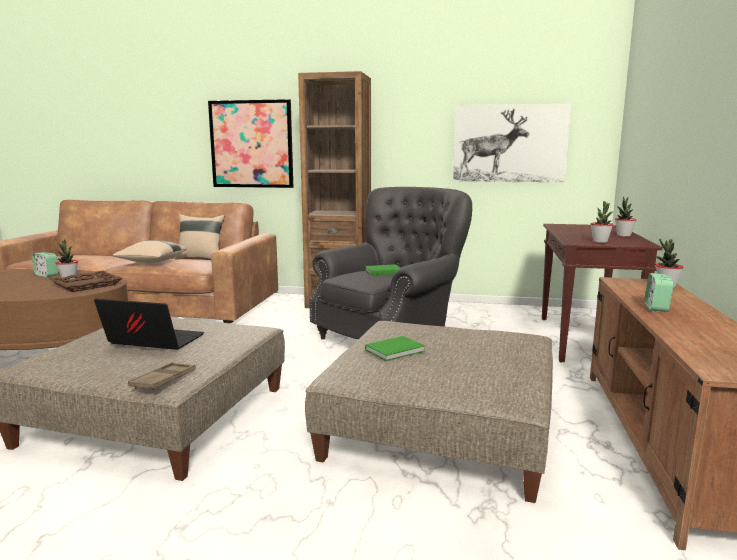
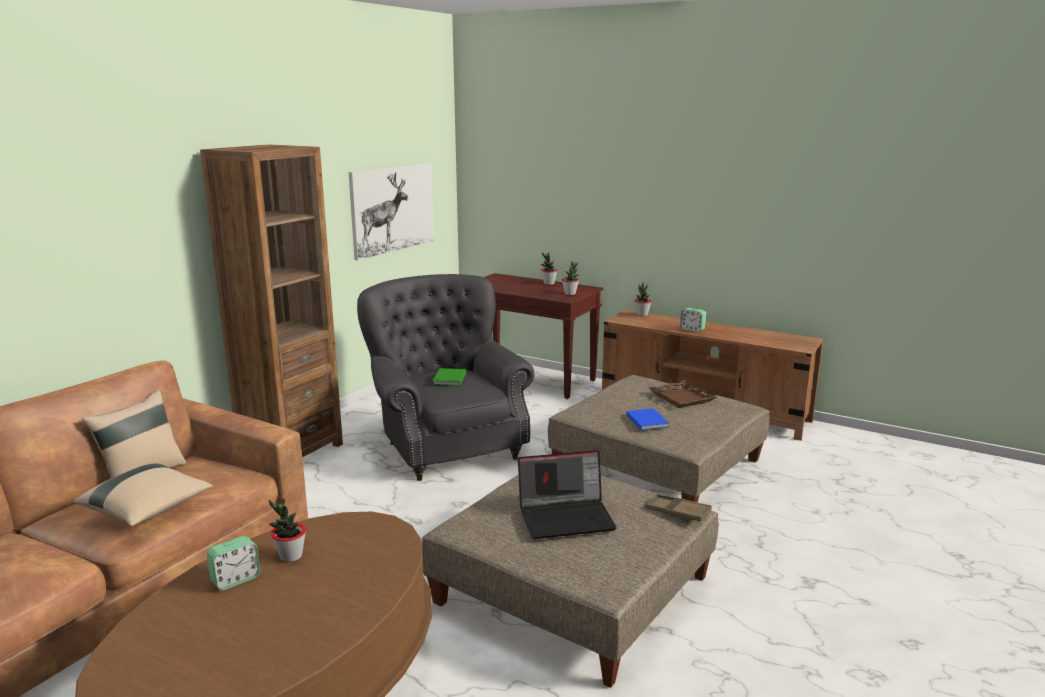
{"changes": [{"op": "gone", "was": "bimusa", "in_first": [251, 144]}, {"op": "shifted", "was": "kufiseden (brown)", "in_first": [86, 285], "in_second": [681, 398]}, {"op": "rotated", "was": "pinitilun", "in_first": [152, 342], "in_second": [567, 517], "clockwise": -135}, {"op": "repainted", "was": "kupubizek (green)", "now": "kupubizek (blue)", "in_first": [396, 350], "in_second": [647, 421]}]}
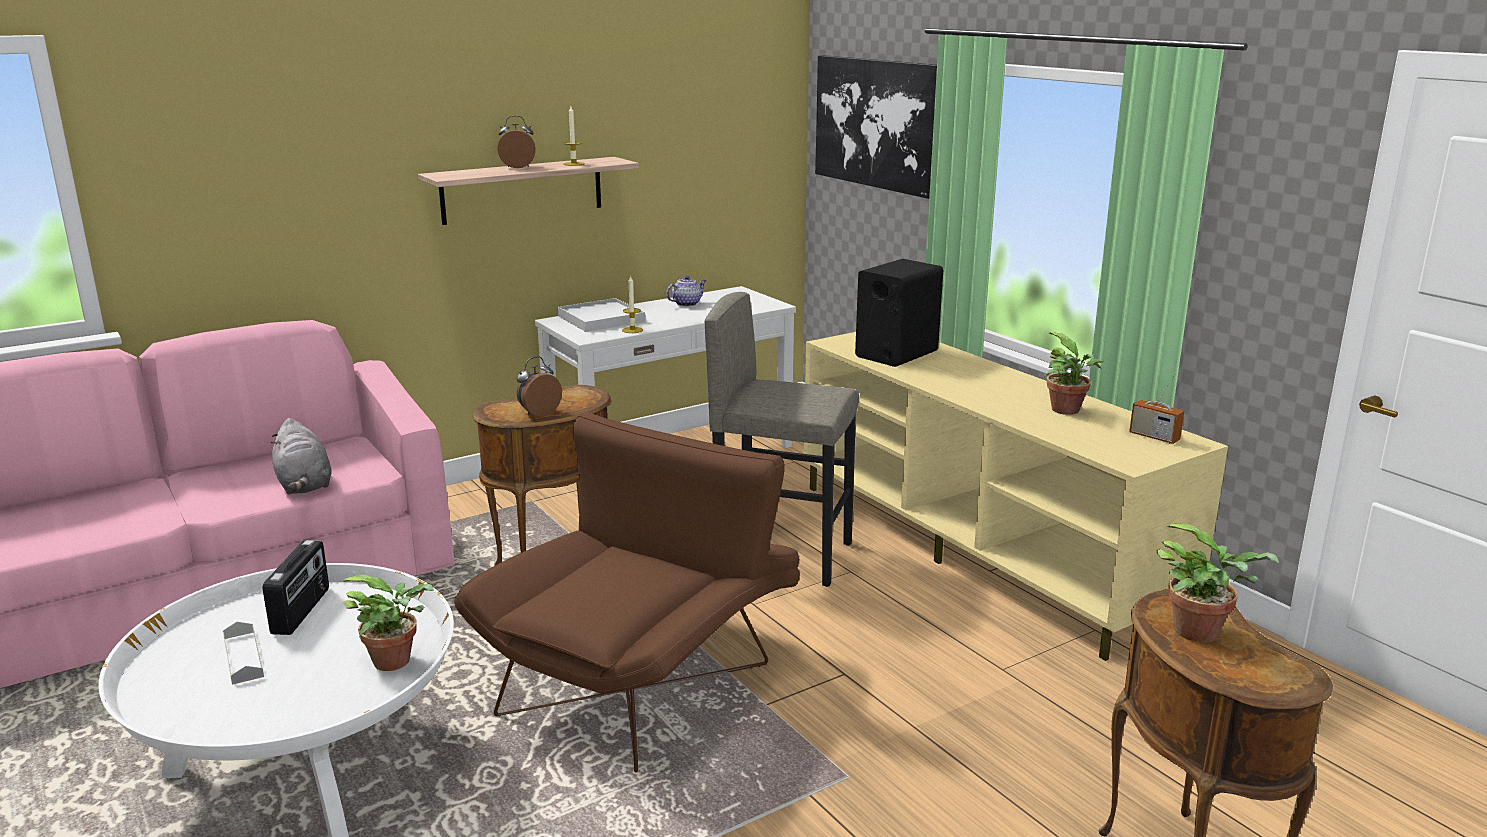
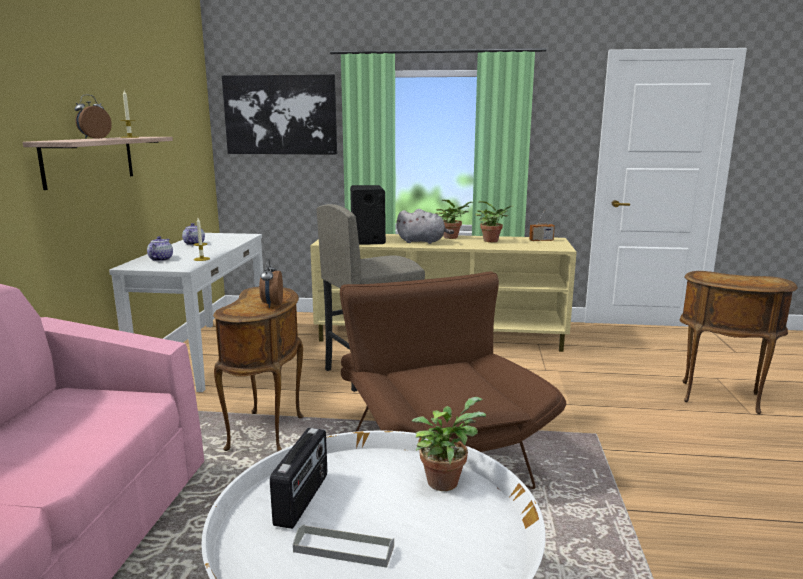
{"changes": [{"op": "swapped", "was": "kufiseden (white)", "now": "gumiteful", "in_first": [601, 319], "in_second": [161, 259]}, {"op": "shifted", "was": "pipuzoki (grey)", "in_first": [304, 485], "in_second": [423, 242]}, {"op": "shifted", "was": "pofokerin", "in_first": [1202, 632], "in_second": [452, 237]}, {"op": "rotated", "was": "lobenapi", "in_first": [302, 611], "in_second": [303, 499], "clockwise": 60}]}
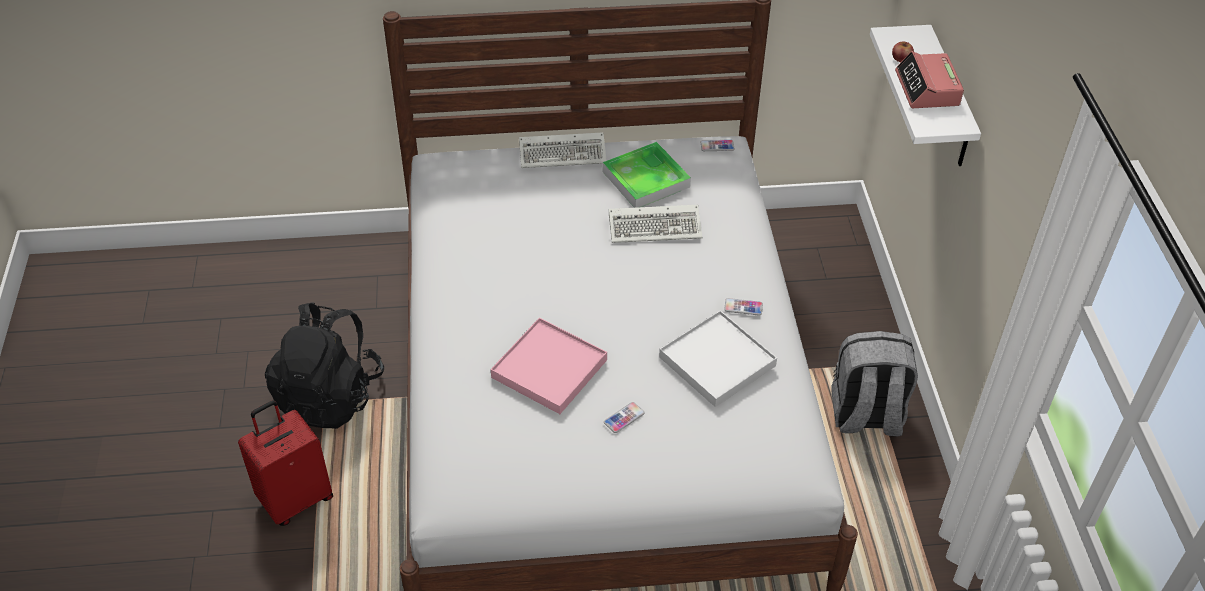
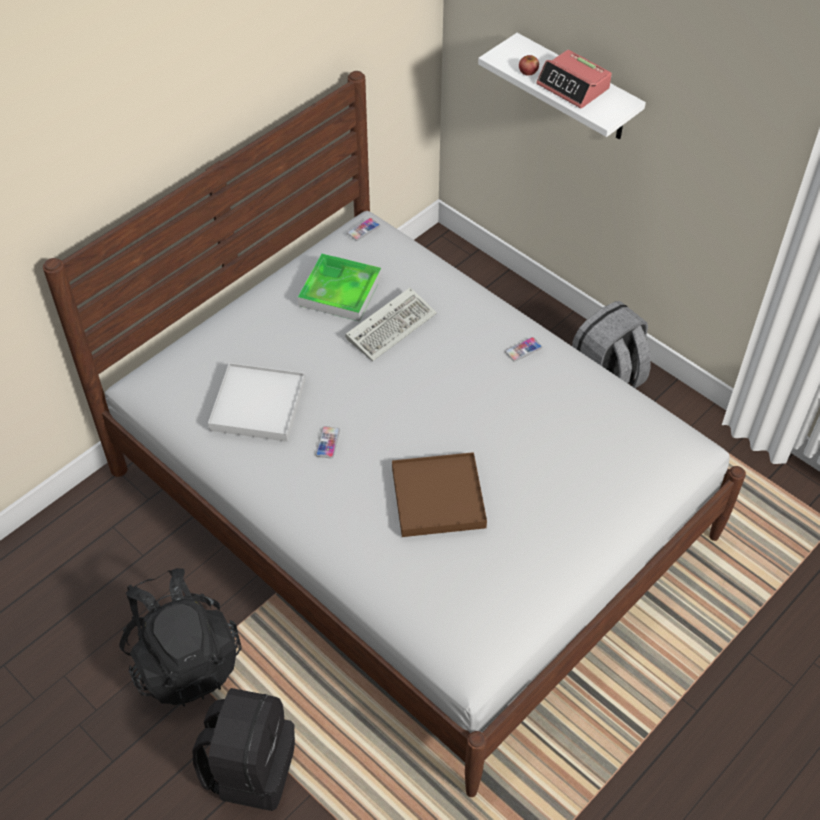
{"changes": [{"op": "gone", "was": "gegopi", "in_first": [564, 153]}, {"op": "shifted", "was": "kufiseden (white)", "in_first": [717, 361], "in_second": [258, 405]}, {"op": "repainted", "was": "kufiseden (pink)", "now": "kufiseden (brown)", "in_first": [549, 369], "in_second": [438, 497]}, {"op": "swapped", "was": "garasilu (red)", "now": "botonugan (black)", "in_first": [295, 499], "in_second": [250, 768]}, {"op": "shifted", "was": "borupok", "in_first": [624, 418], "in_second": [327, 442]}]}
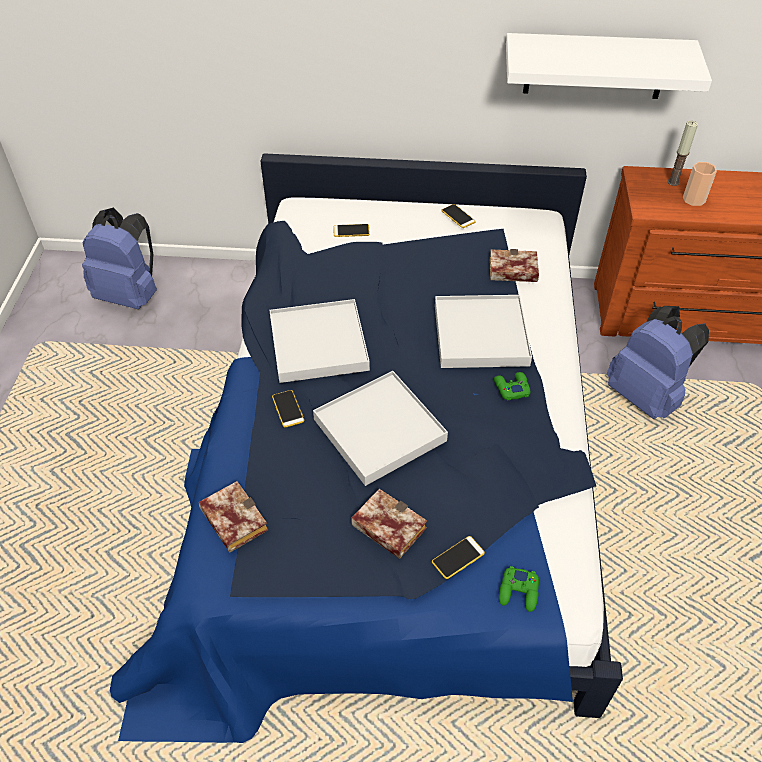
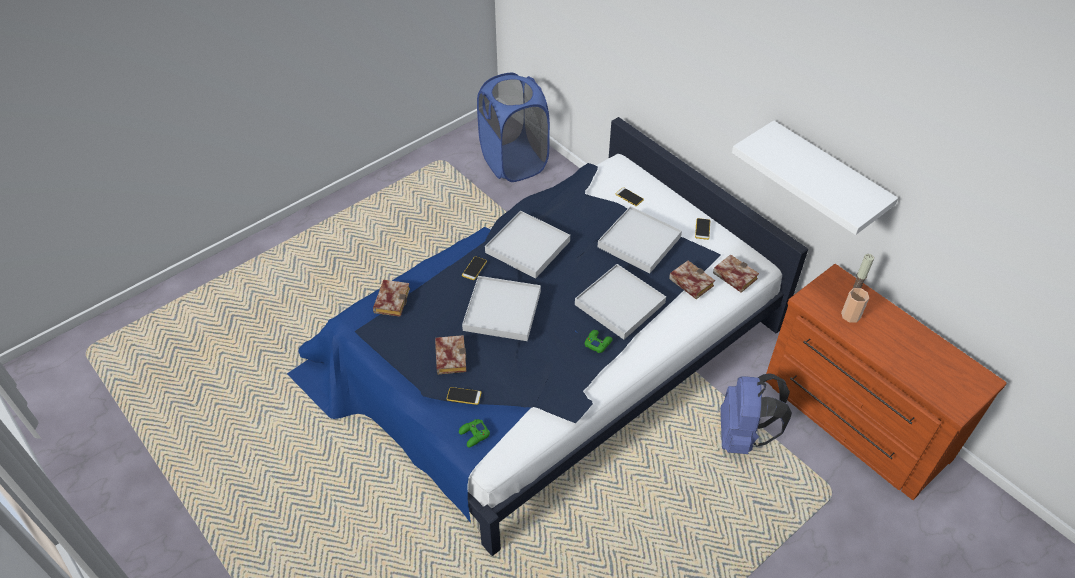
{"changes": [{"op": "swapped", "was": "botonugan (blue)", "now": "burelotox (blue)", "in_first": [131, 295], "in_second": [514, 162]}, {"op": "new", "now": "kufiseden (white)", "in_second": [639, 242]}, {"op": "new", "now": "kupubizek", "in_second": [732, 276]}]}
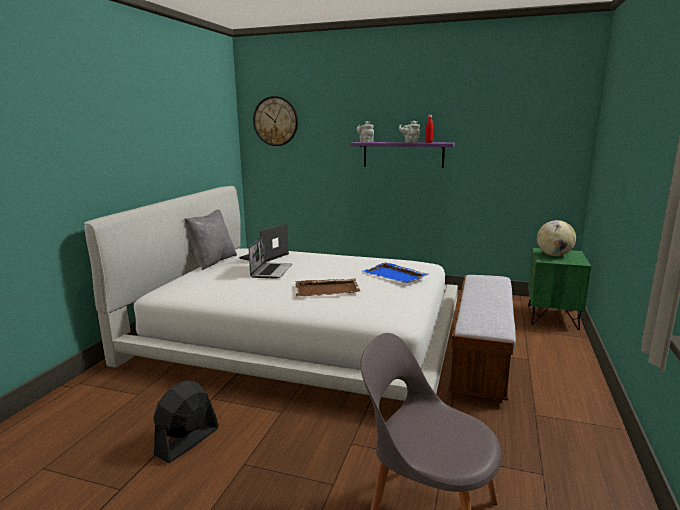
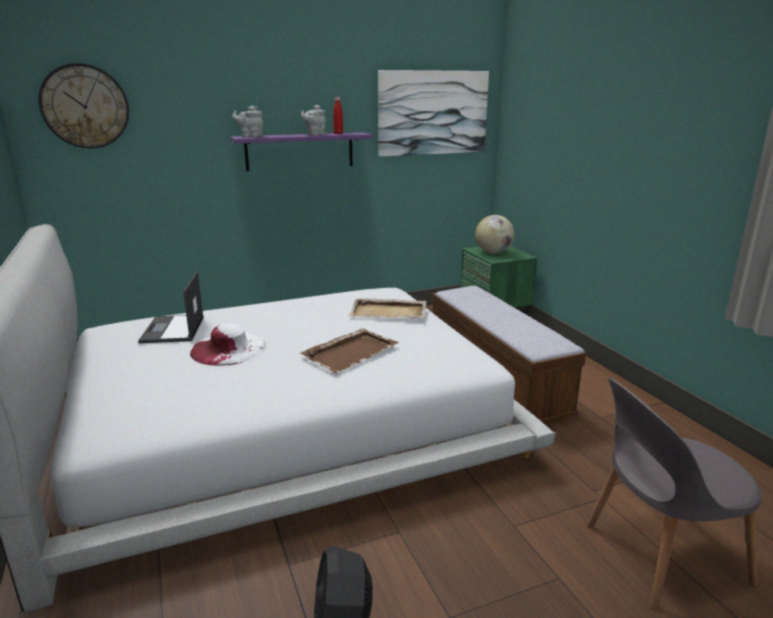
{"changes": [{"op": "gone", "was": "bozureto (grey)", "in_first": [212, 261]}, {"op": "swapped", "was": "pinitilun", "now": "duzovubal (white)", "in_first": [271, 271], "in_second": [228, 349]}, {"op": "repainted", "was": "kufiseden (blue)", "now": "kufiseden (beige)", "in_first": [395, 275], "in_second": [389, 312]}, {"op": "new", "now": "bimusa", "in_second": [433, 113]}]}
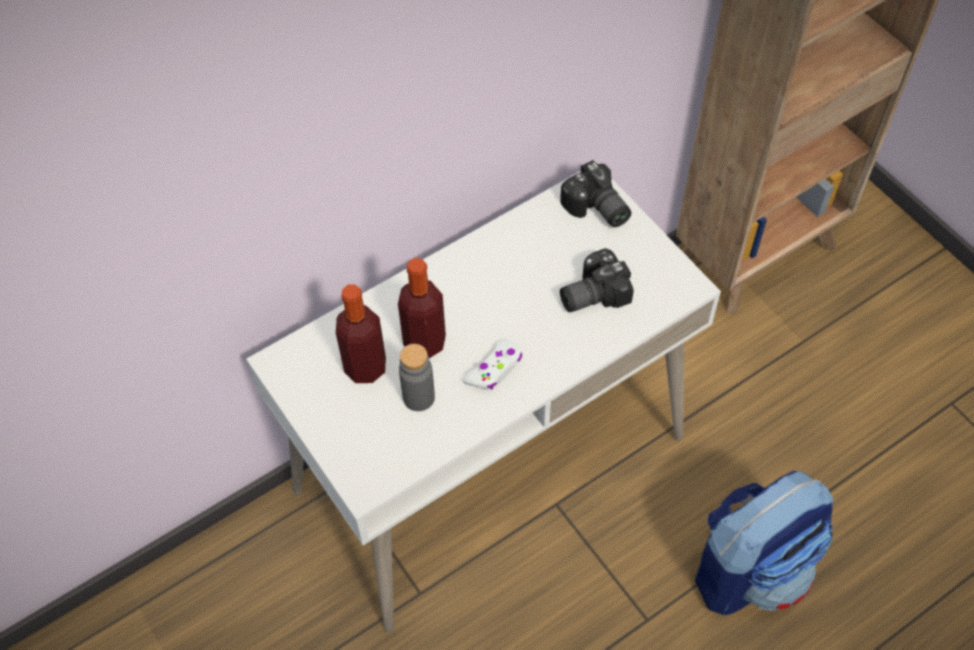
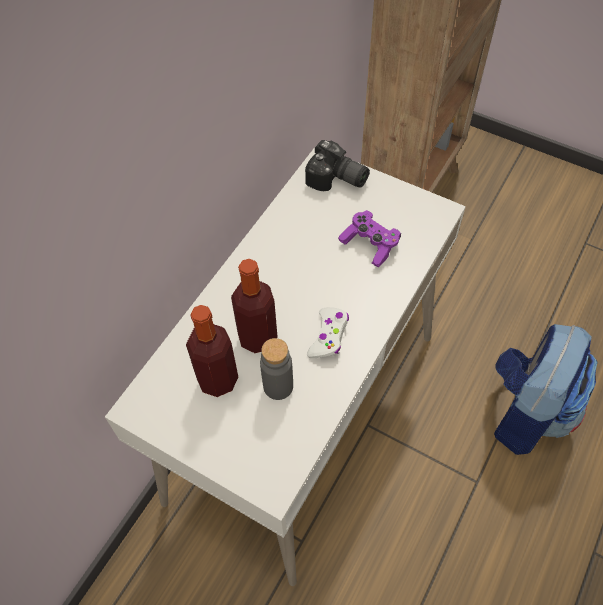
{"changes": [{"op": "swapped", "was": "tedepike", "now": "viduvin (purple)", "in_first": [591, 293], "in_second": [370, 244]}]}
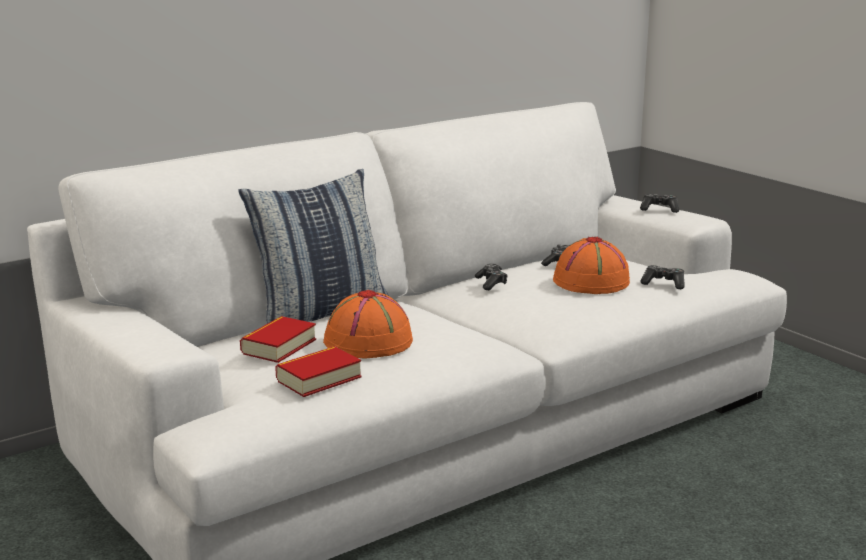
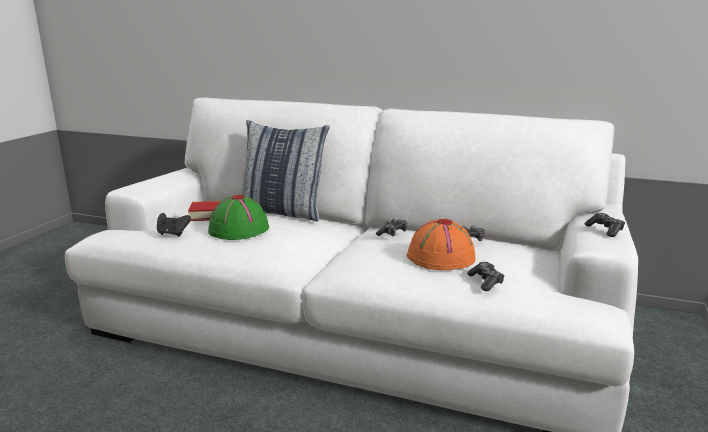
{"changes": [{"op": "repainted", "was": "duzovubal (orange)", "now": "duzovubal (green)", "in_first": [369, 342], "in_second": [238, 230]}, {"op": "swapped", "was": "kupubizek", "now": "viduvin (black)", "in_first": [319, 379], "in_second": [173, 234]}]}
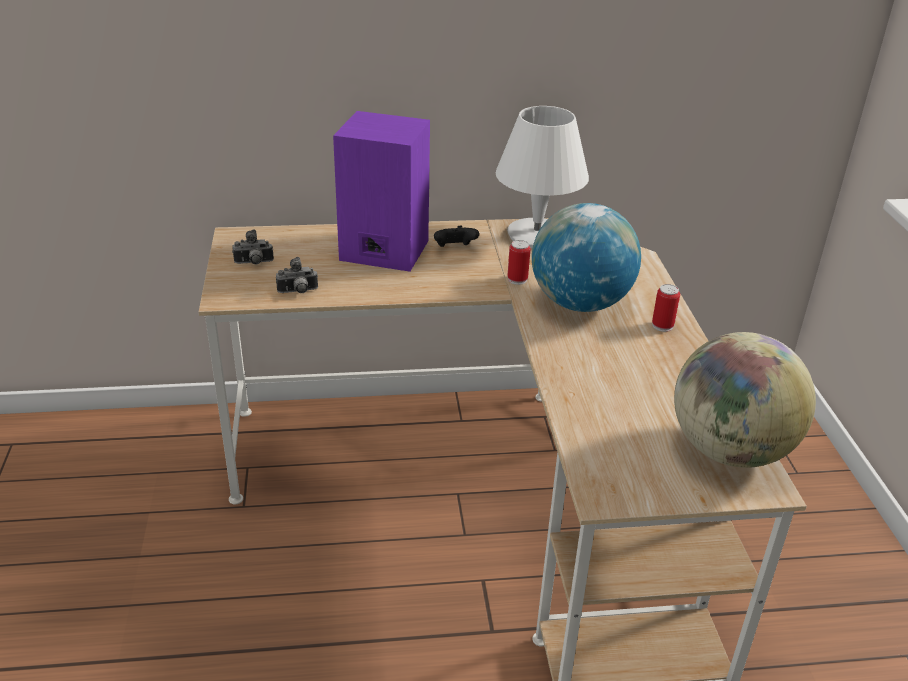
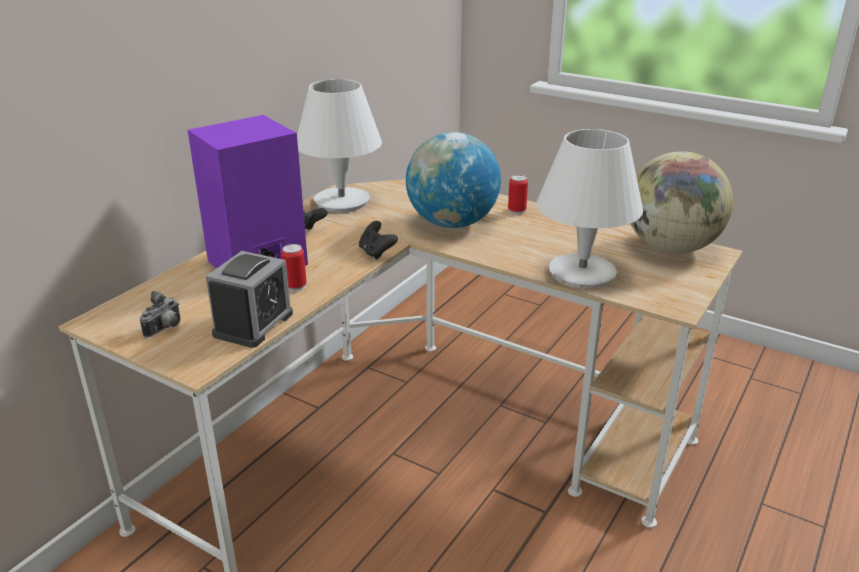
{"changes": [{"op": "shifted", "was": "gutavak", "in_first": [517, 279], "in_second": [295, 286]}, {"op": "swapped", "was": "tedepike", "now": "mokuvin", "in_first": [298, 292], "in_second": [253, 324]}, {"op": "new", "now": "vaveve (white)", "in_second": [582, 273]}, {"op": "new", "now": "viduvin (black)", "in_second": [376, 253]}]}
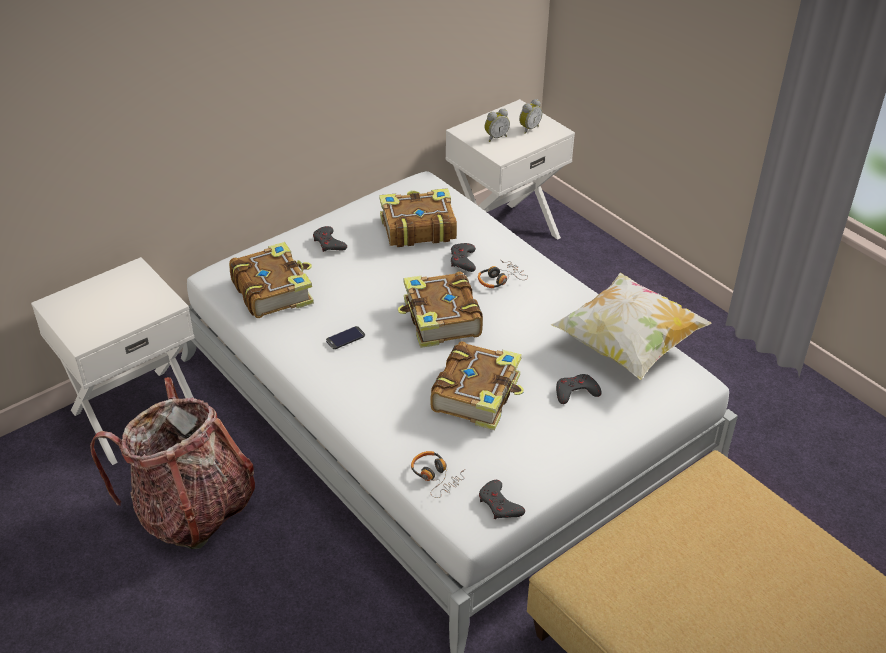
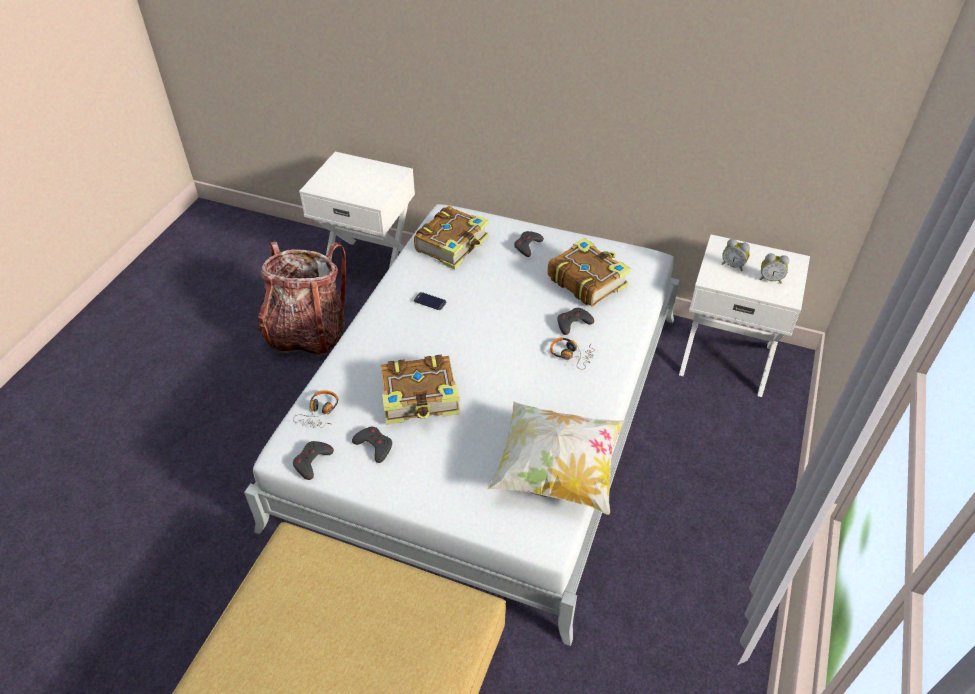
{"changes": [{"op": "gone", "was": "kupubizek", "in_first": [440, 320]}, {"op": "shifted", "was": "viduvin (grey)", "in_first": [576, 392], "in_second": [374, 446]}]}
